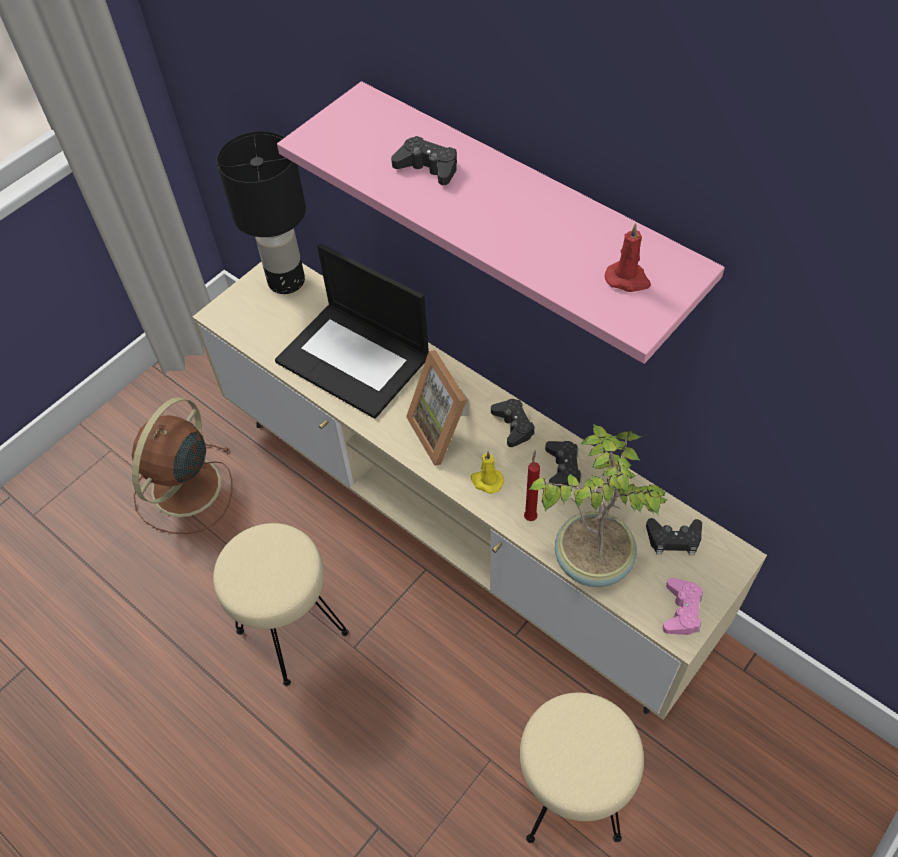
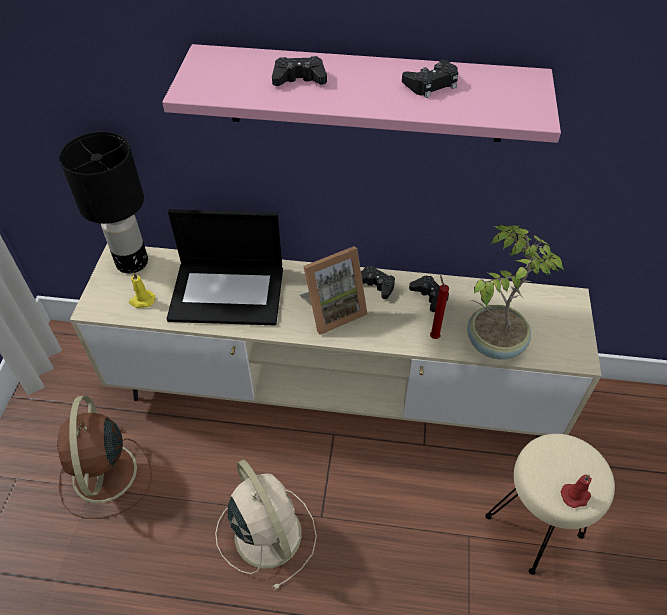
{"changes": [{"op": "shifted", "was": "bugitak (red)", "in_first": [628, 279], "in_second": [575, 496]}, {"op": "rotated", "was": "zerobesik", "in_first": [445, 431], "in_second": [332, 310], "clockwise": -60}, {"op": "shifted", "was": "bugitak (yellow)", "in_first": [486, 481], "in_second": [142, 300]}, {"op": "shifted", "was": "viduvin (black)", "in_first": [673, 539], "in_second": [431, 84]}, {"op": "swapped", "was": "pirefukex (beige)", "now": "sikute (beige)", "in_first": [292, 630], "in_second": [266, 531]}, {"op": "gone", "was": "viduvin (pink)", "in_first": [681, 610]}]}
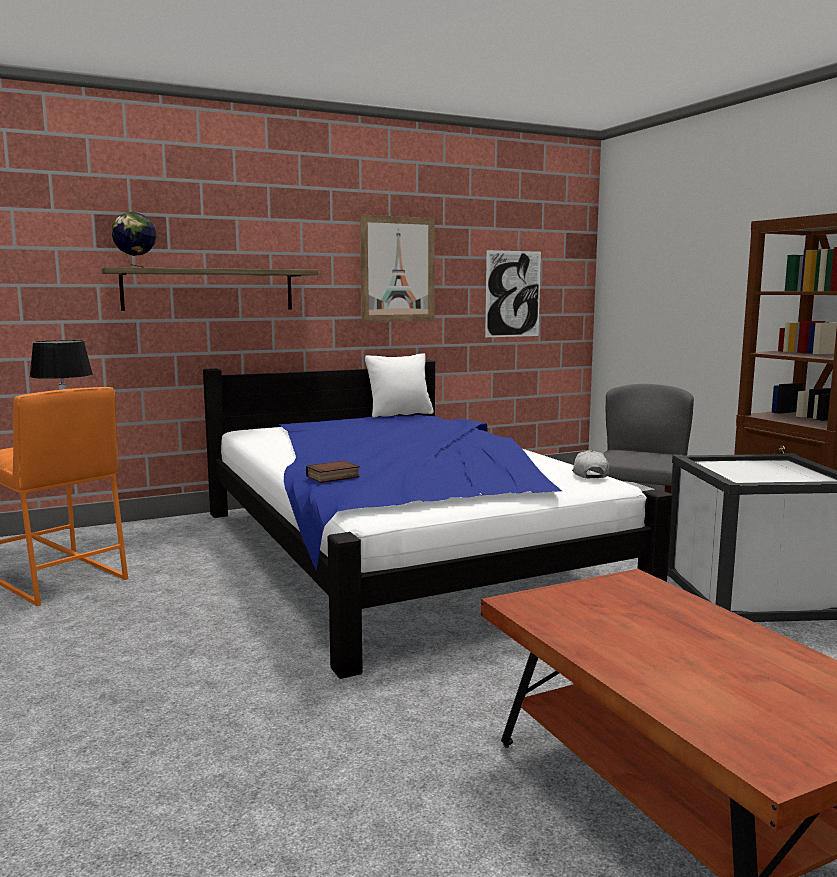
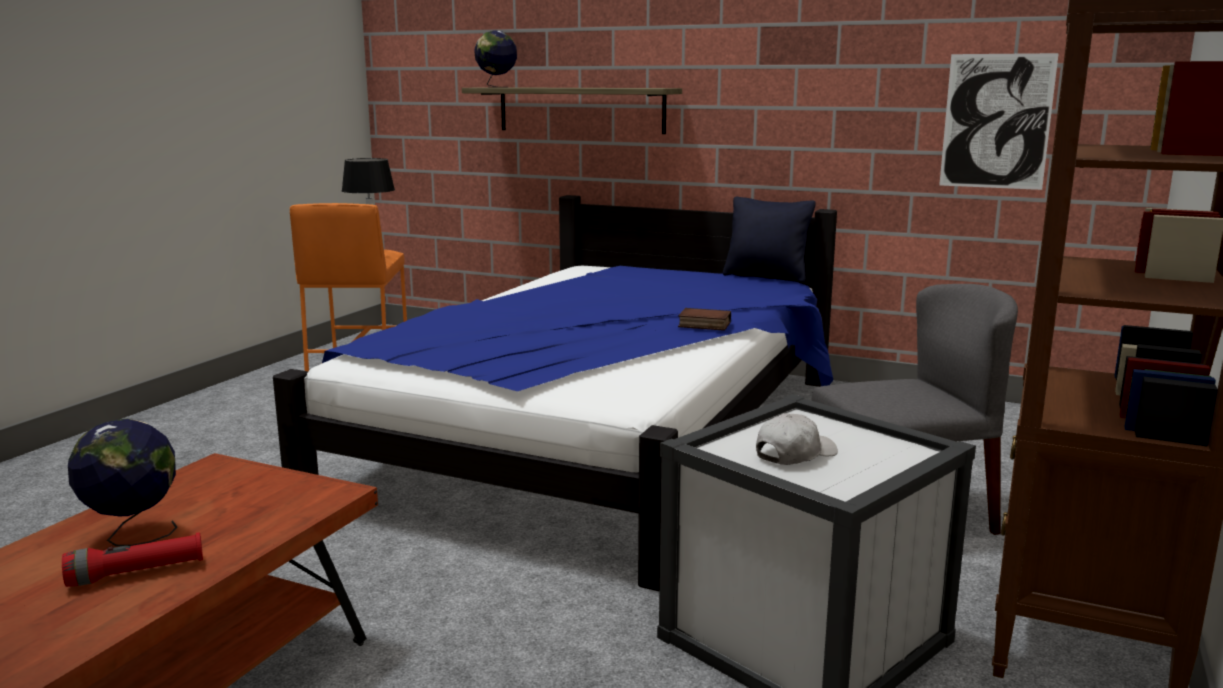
{"changes": [{"op": "gone", "was": "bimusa", "in_first": [397, 269]}, {"op": "repainted", "was": "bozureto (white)", "now": "bozureto (black)", "in_first": [400, 414], "in_second": [766, 277]}, {"op": "shifted", "was": "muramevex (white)", "in_first": [589, 475], "in_second": [794, 454]}, {"op": "shifted", "was": "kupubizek", "in_first": [333, 477], "in_second": [703, 325]}, {"op": "new", "now": "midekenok", "in_second": [133, 535]}, {"op": "new", "now": "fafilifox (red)", "in_second": [137, 573]}]}
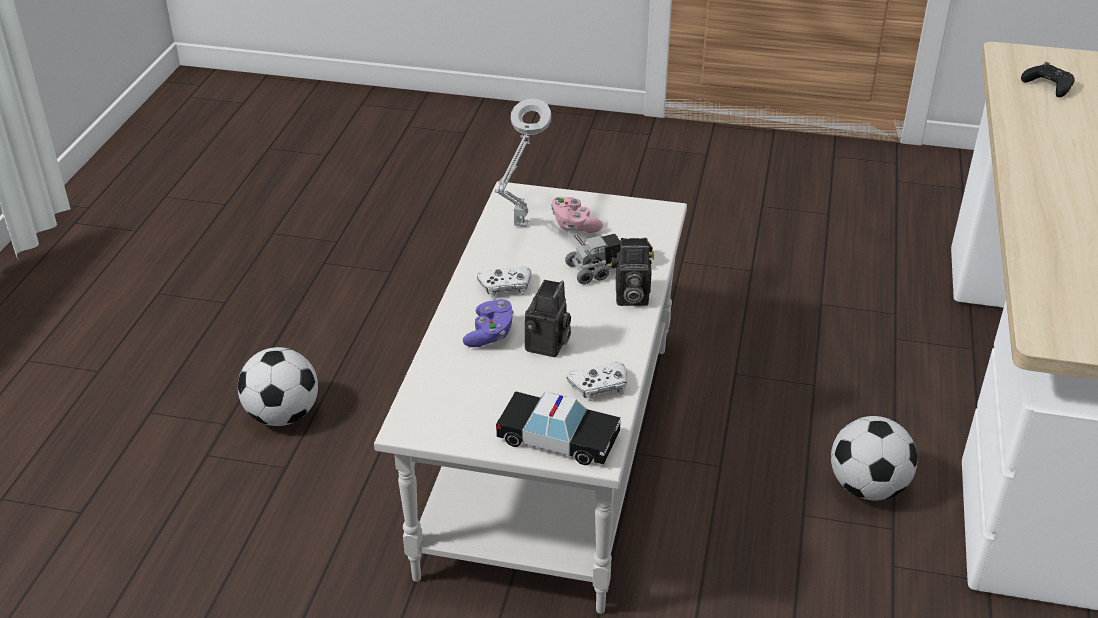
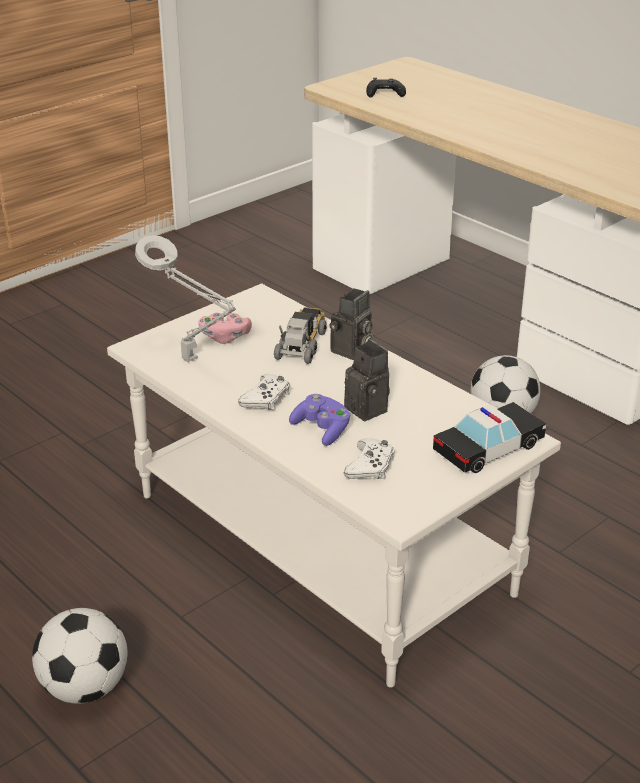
{"changes": [{"op": "shifted", "was": "viduvin (white)", "in_first": [599, 386], "in_second": [370, 466]}]}
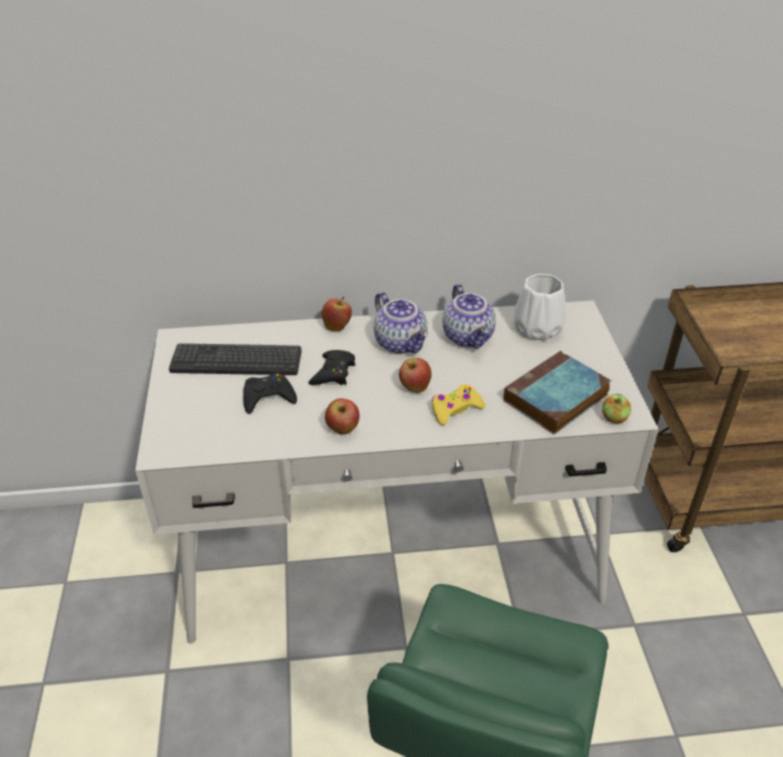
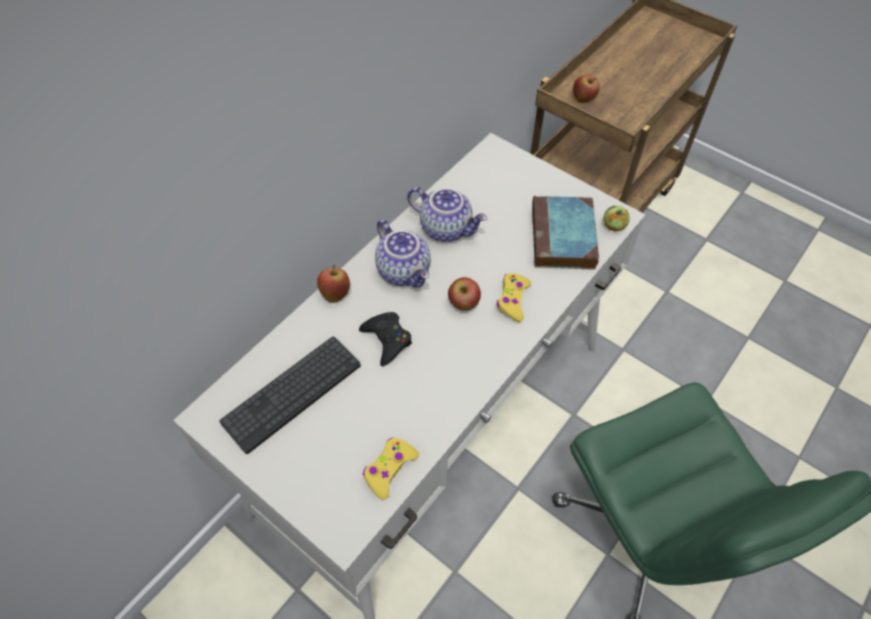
{"changes": [{"op": "gone", "was": "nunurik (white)", "in_first": [537, 329]}, {"op": "rotated", "was": "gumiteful", "in_first": [401, 343], "in_second": [405, 271], "clockwise": 45}, {"op": "gone", "was": "viduvin (black)", "in_first": [268, 397]}, {"op": "shifted", "was": "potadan", "in_first": [343, 430], "in_second": [583, 99]}, {"op": "new", "now": "viduvin (yellow)", "in_second": [389, 469]}]}
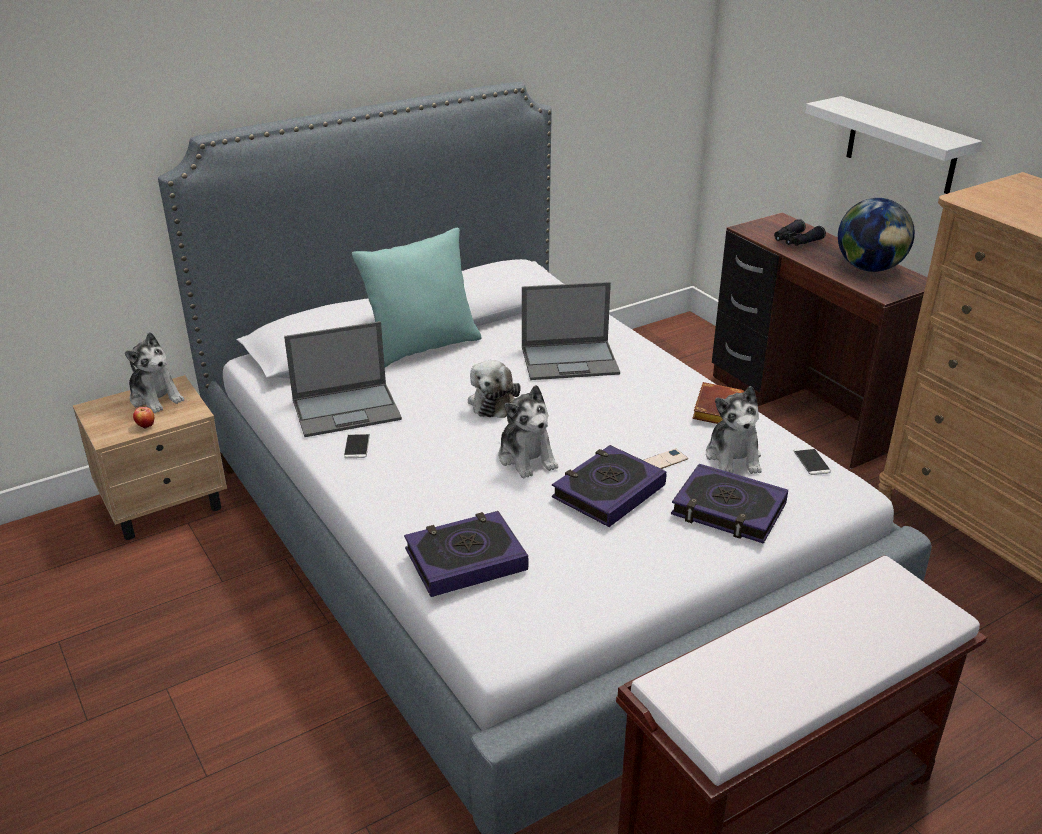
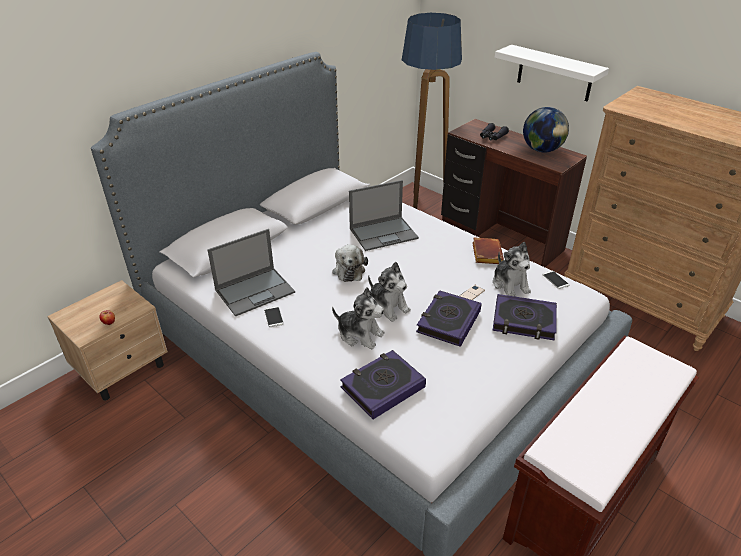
{"changes": [{"op": "gone", "was": "bozureto (turquoise)", "in_first": [421, 347]}, {"op": "shifted", "was": "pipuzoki", "in_first": [156, 398], "in_second": [360, 334]}, {"op": "new", "now": "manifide", "in_second": [423, 205]}]}
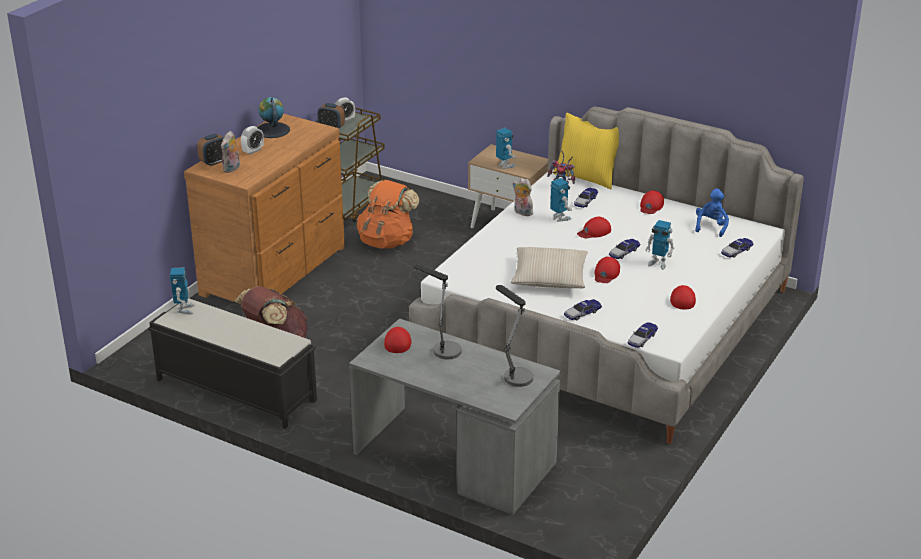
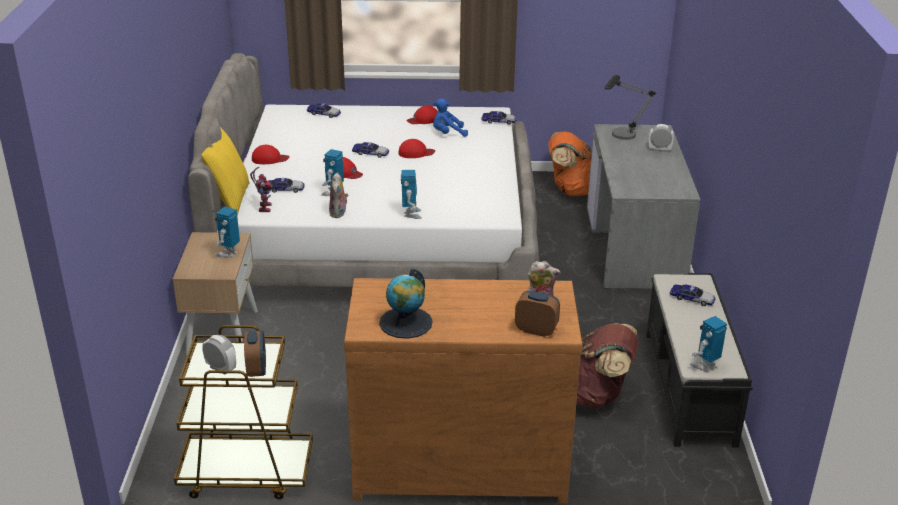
{"changes": [{"op": "shifted", "was": "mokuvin", "in_first": [253, 151], "in_second": [659, 149]}, {"op": "shifted", "was": "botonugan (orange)", "in_first": [387, 241], "in_second": [572, 190]}, {"op": "shifted", "was": "pipuzoki (blue)", "in_first": [711, 227], "in_second": [447, 134]}, {"op": "shifted", "was": "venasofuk", "in_first": [658, 263], "in_second": [411, 214]}, {"op": "gone", "was": "bozureto (beige)", "in_first": [549, 277]}, {"op": "gone", "was": "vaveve", "in_first": [441, 347]}, {"op": "shifted", "was": "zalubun", "in_first": [582, 313], "in_second": [692, 298]}, {"op": "gone", "was": "muramevex (red)", "in_first": [398, 341]}]}
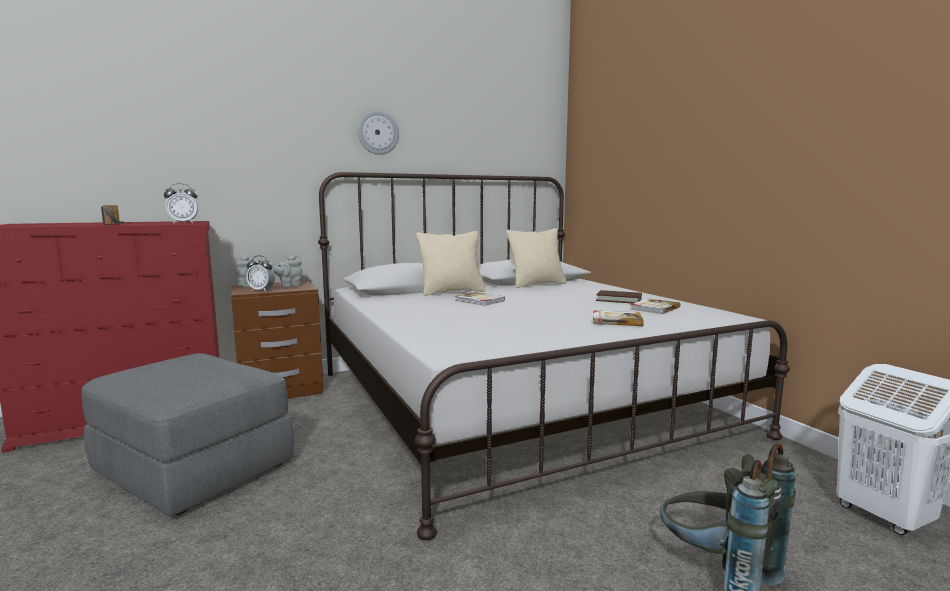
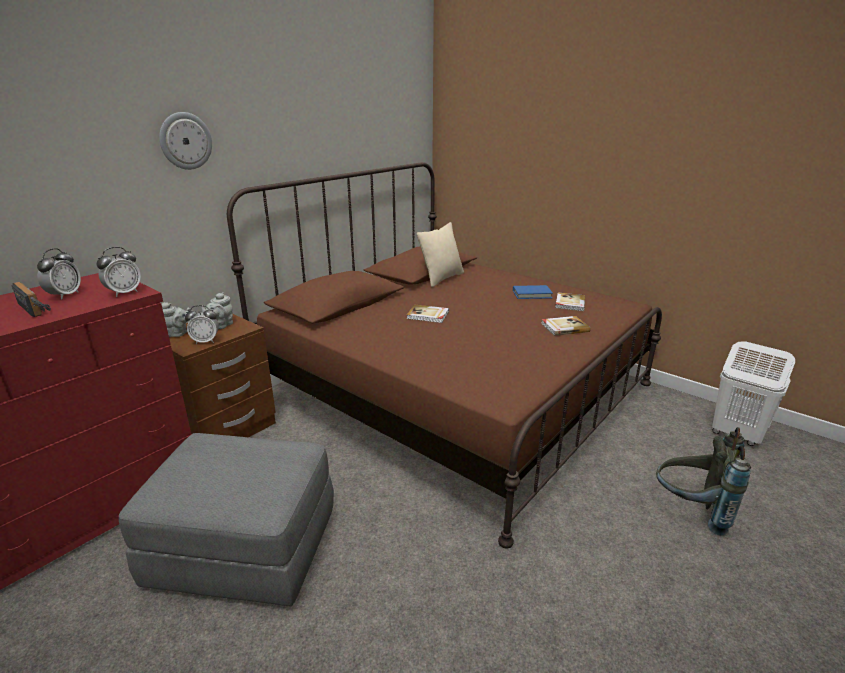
{"changes": [{"op": "shifted", "was": "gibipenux", "in_first": [378, 133], "in_second": [185, 141]}, {"op": "repainted", "was": "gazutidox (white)", "now": "gazutidox (brown)", "in_first": [517, 401], "in_second": [455, 391]}, {"op": "gone", "was": "bozureto (beige)", "in_first": [452, 292]}, {"op": "repainted", "was": "kupubizek (brown)", "now": "kupubizek (blue)", "in_first": [619, 300], "in_second": [532, 294]}, {"op": "new", "now": "mokuvin", "in_second": [65, 295]}]}
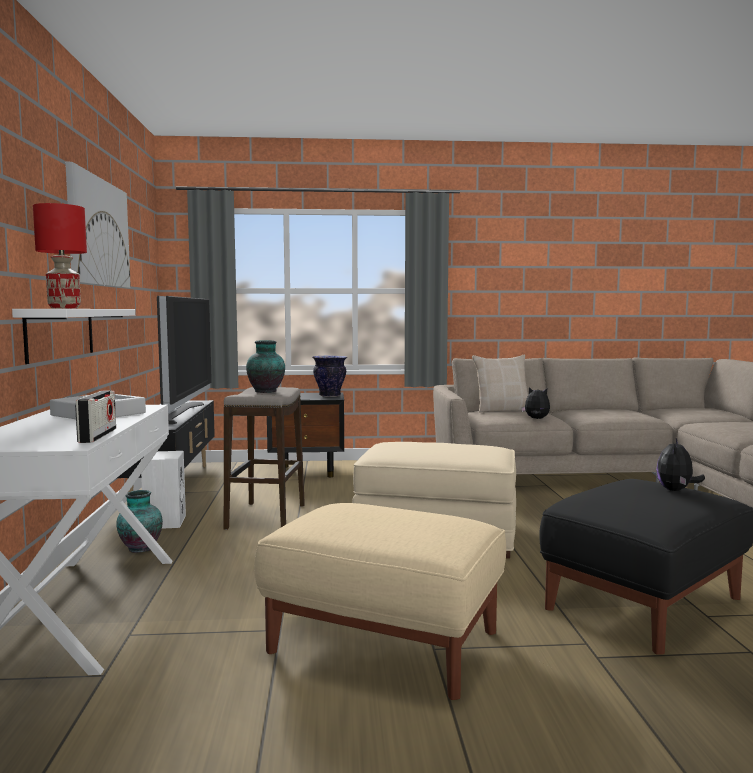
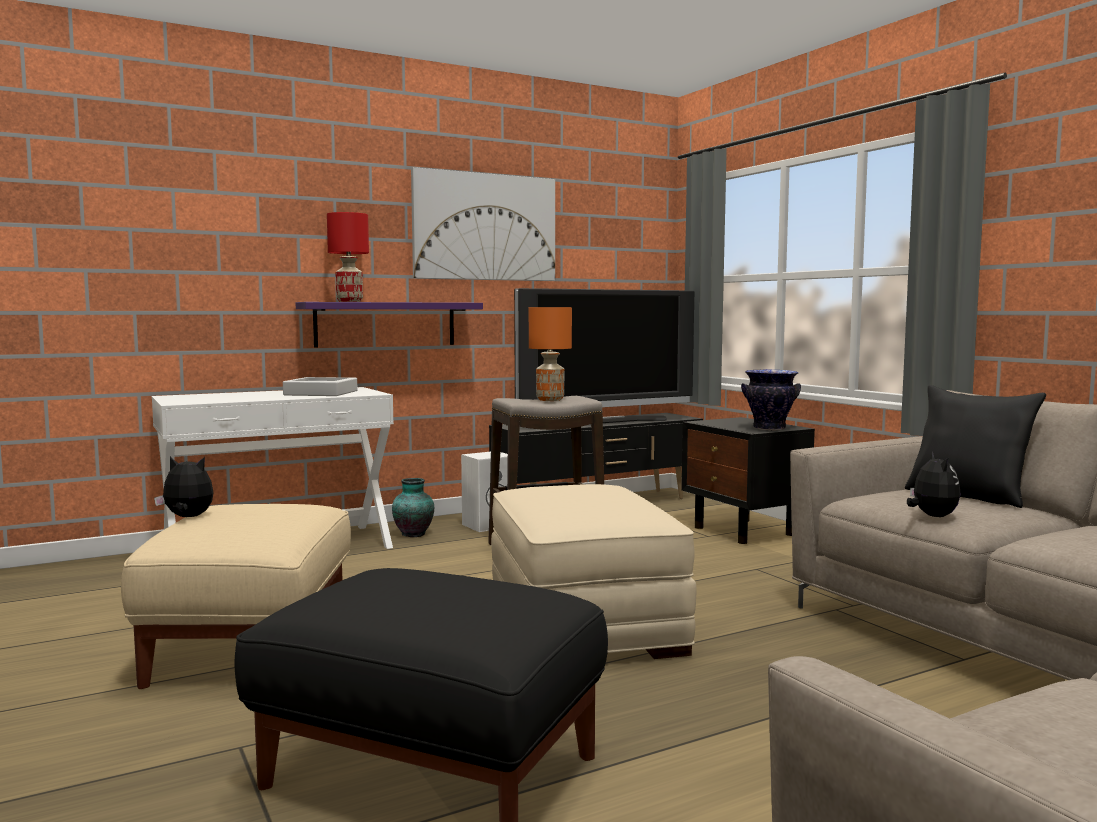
{"changes": [{"op": "repainted", "was": "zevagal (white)", "now": "zevagal (purple)", "in_first": [61, 333], "in_second": [385, 324]}, {"op": "swapped", "was": "nunurik", "now": "vaveve (orange)", "in_first": [267, 391], "in_second": [550, 400]}, {"op": "repainted", "was": "bozureto (beige)", "now": "bozureto (black)", "in_first": [502, 410], "in_second": [969, 496]}, {"op": "gone", "was": "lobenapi", "in_first": [98, 435]}, {"op": "shifted", "was": "pipuzoki", "in_first": [676, 490], "in_second": [187, 517]}]}
